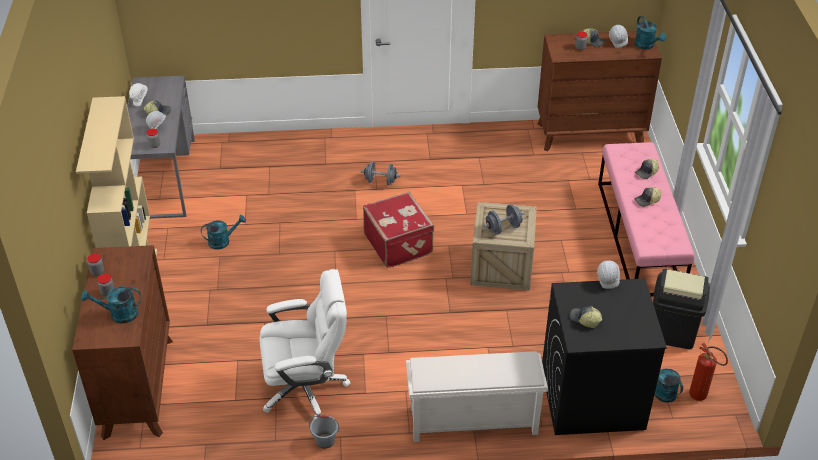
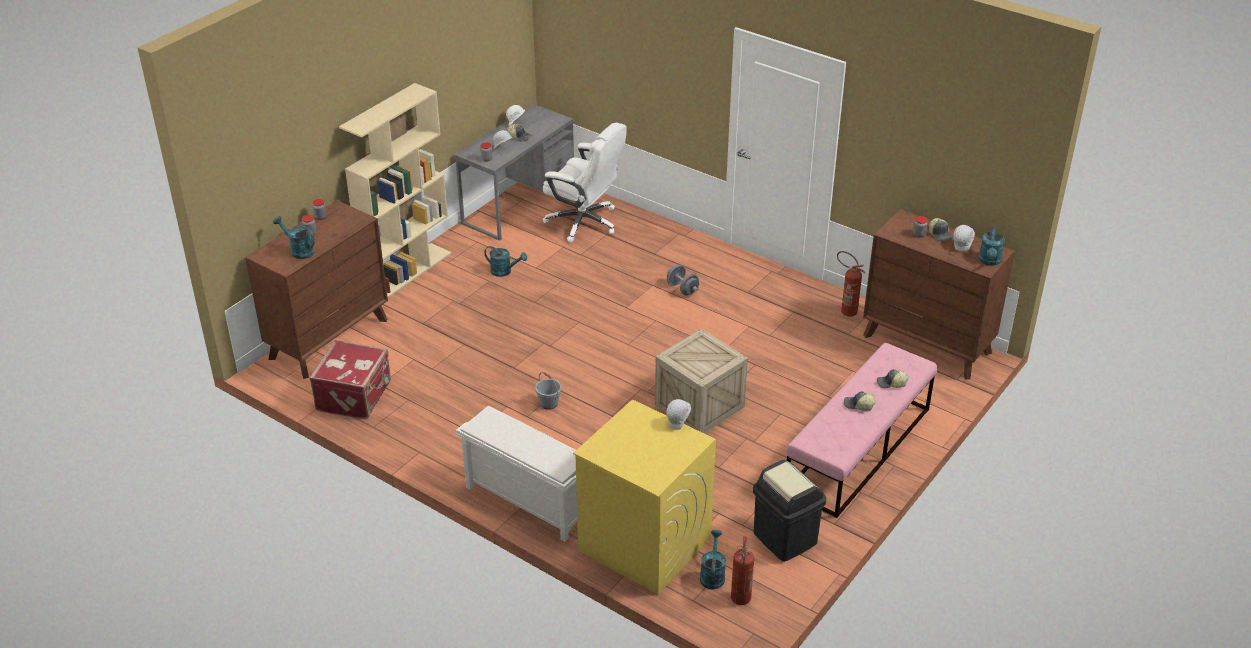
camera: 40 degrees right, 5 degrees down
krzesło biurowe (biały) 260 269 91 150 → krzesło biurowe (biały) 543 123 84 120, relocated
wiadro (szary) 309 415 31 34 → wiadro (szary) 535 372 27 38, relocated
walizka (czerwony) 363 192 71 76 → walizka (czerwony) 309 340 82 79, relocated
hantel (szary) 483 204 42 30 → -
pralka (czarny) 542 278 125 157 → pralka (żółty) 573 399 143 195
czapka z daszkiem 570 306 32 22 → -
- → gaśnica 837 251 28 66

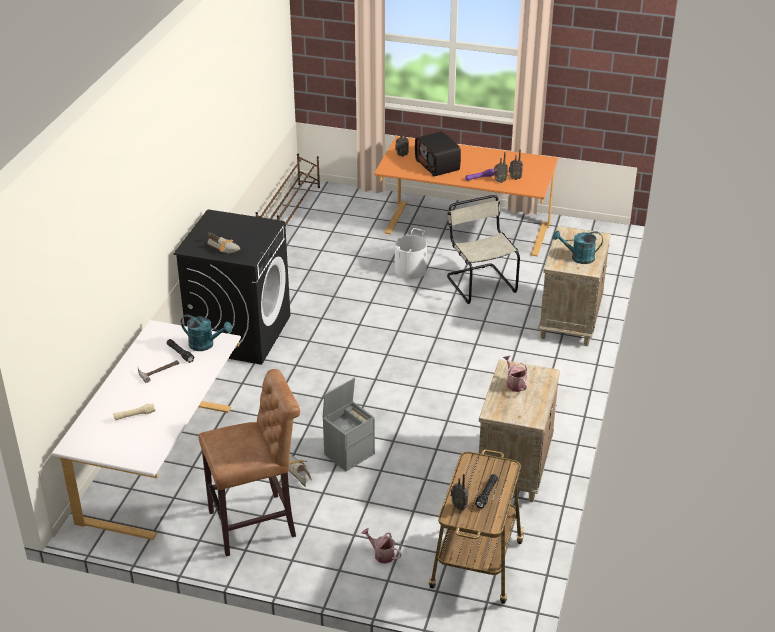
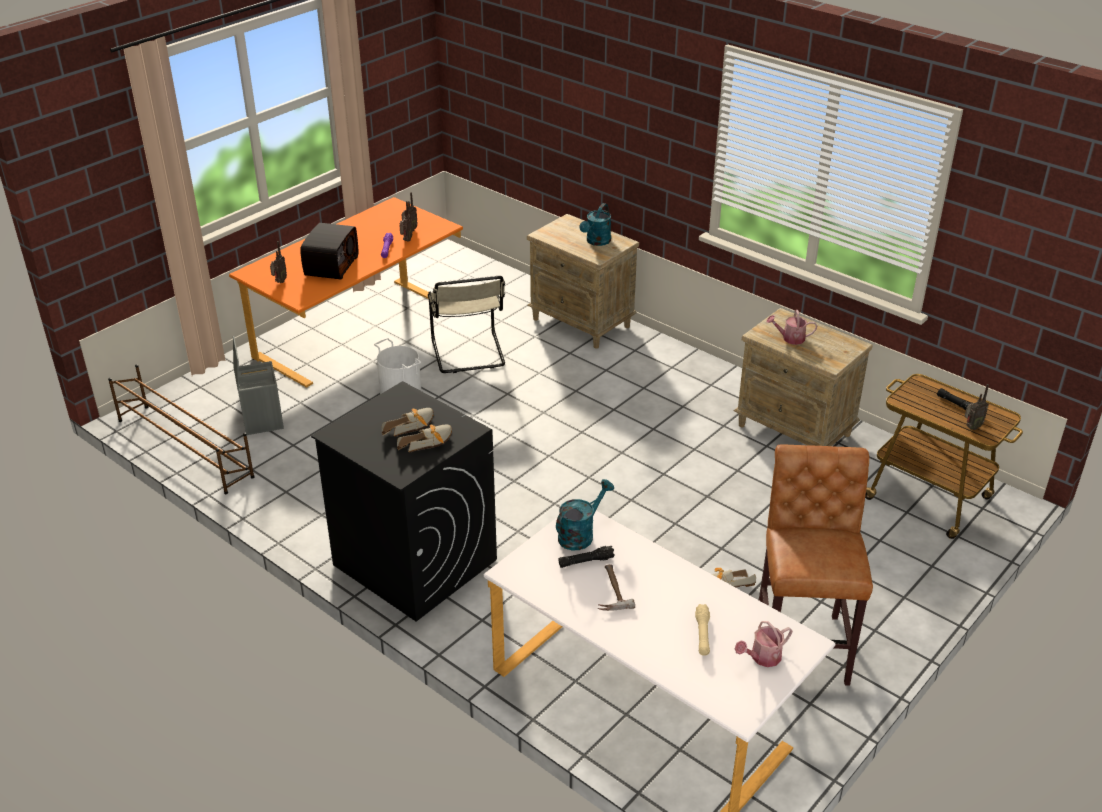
camera: 65 degrees left, 0 degrees up
pojemnik do przechowywania (szary) 323 377 52 94 → pojemnik do przechowywania (szary) 233 336 51 99, relocated
konewka 361 528 41 36 → konewka 735 621 58 46, relocated
radio 415 132 46 44 → radio 300 223 58 56, 75 degrees counterclockwise
krzesło (beżowy) 447 195 73 109 → krzesło (beżowy) 428 276 77 97, 105 degrees counterclockwise
- → but 382 408 52 29

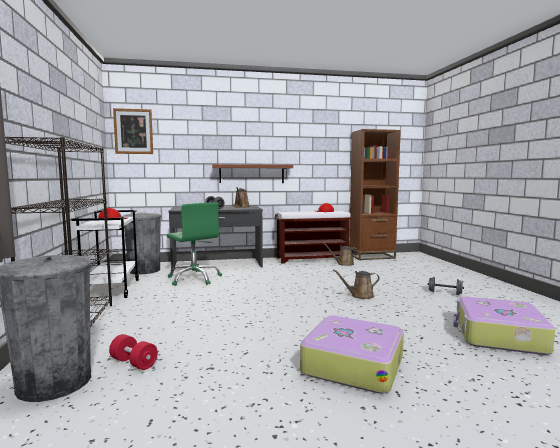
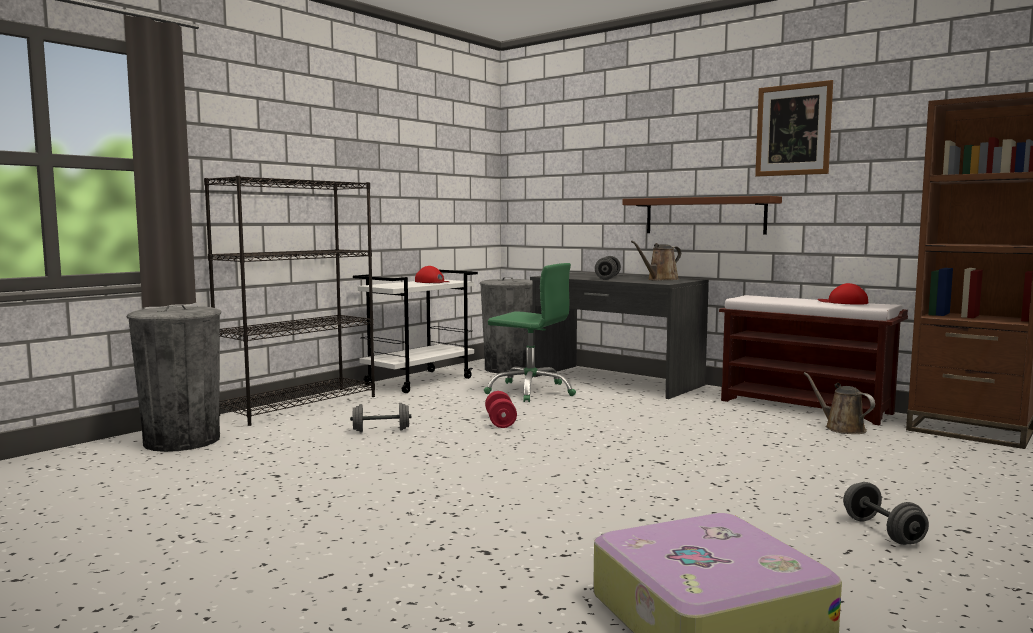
camera: 50 degrees right, 0 degrees up
hantel (czerwony) 109 334 49 36 → hantel (czerwony) 485 391 32 37, relocated
obraz 113 108 40 46 → obraz 755 80 78 97, relocated
krzesło biurowe (zielony) 167 202 55 84 → krzesło biurowe (zielony) 484 263 92 139, 75 degrees counterclockwise
walizka 300 316 104 78 → -
konewka (brązowy) 333 270 47 29 → -
- → hantel (szary) 350 403 61 30

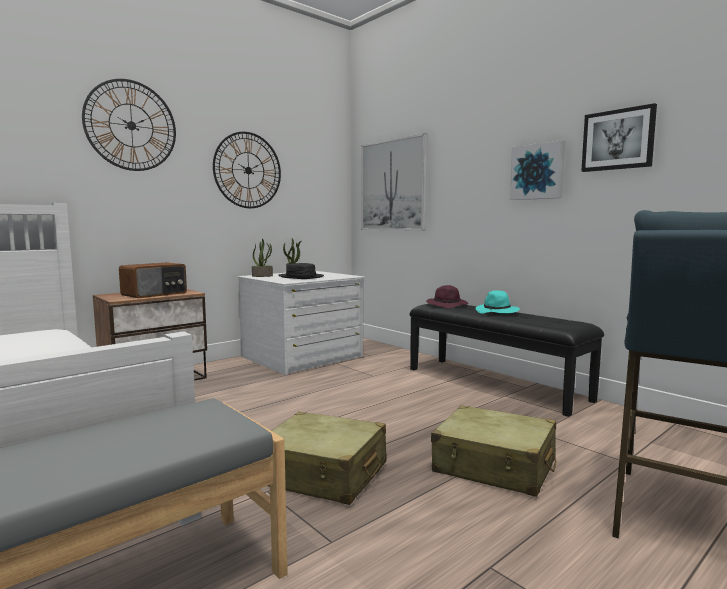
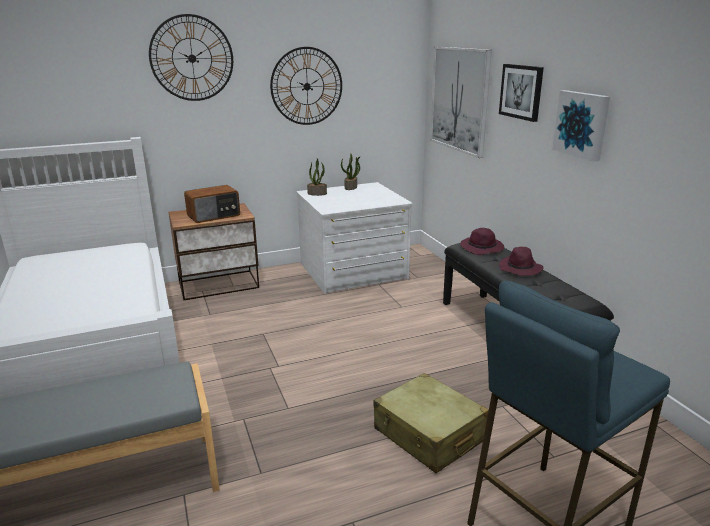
camera: 20 degrees right, 15 degrees up
walizka (beżowy) 268 412 119 93 → -
kapelusz (czarny) 278 263 46 16 → -
kapelusz (turkusowy) 475 290 45 24 → kapelusz (fioletowy) 499 247 45 29
obraz 581 103 76 69 → obraz 499 64 45 58, relocated

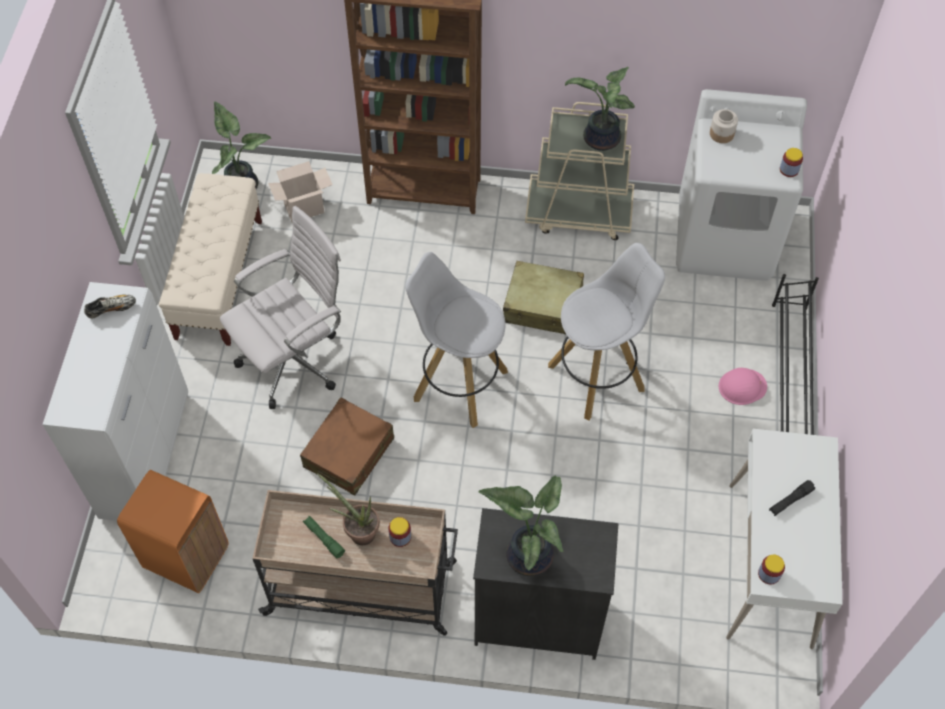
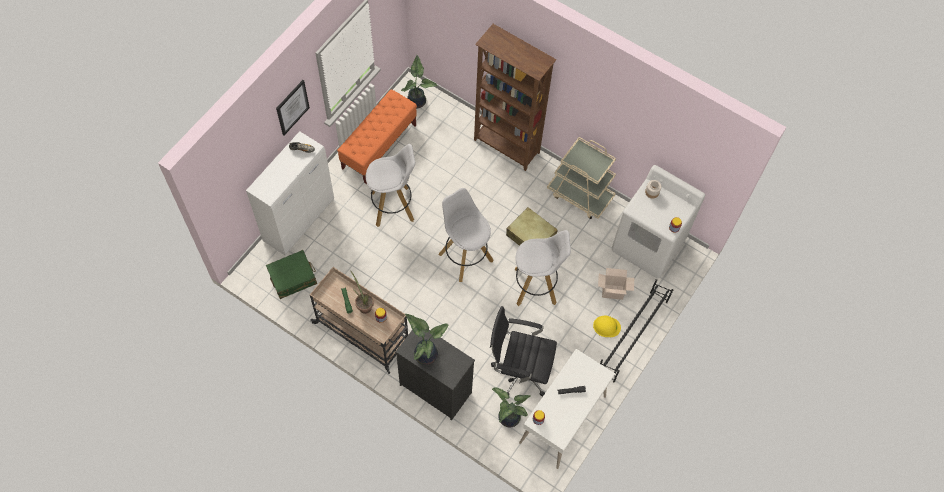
camera: 25 degrees right, 5 degrees up
kosz na śmieci (pomarańczowy) 117 470 112 123 → walizka (zielony) 266 250 51 49
ławka (beżowy) 159 173 103 173 → ławka (pomarańczowy) 337 90 80 94
krzesło biurowe (biały) 220 206 121 203 → stołek (biały) 366 144 49 83
karton 268 161 65 62 → karton 598 268 36 32, relocated
walizka (brązowy) 300 397 94 98 → -
roślina doniczkowa 565 67 70 84 → roślina doniczkowa 492 388 39 40, relocated
kask (różowy) 719 368 48 37 → kask (żółty) 593 316 28 21
- → obraz 276 80 34 55
- → krzesło biurowe (czarny) 490 306 67 90

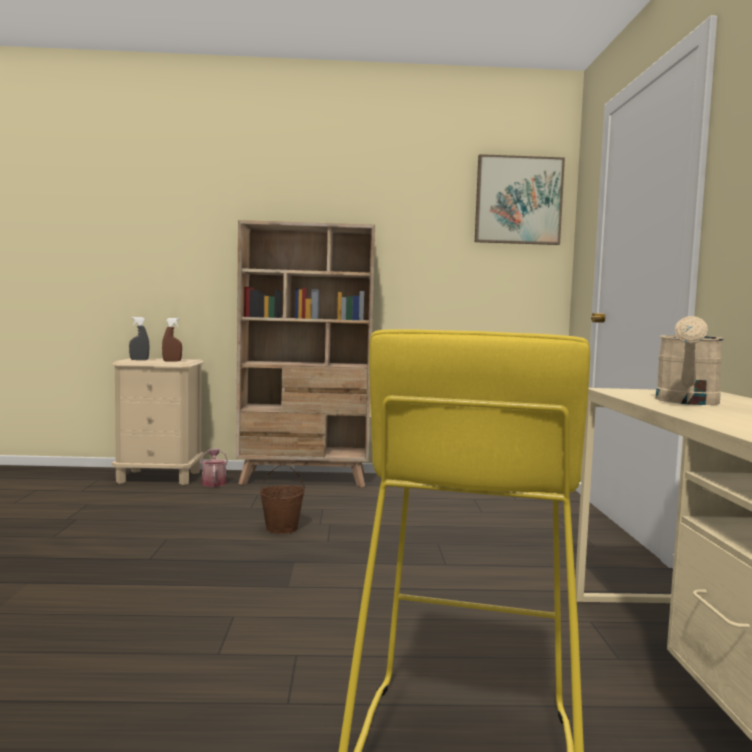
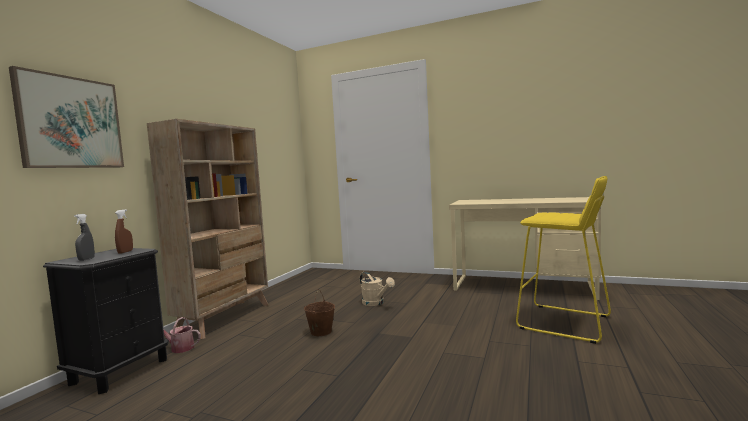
camera: 65 degrees left, 0 degrees up
szafka nocna (beżowy) 112 358 92 127 → szafka nocna (czarny) 43 248 126 146
obraz 475 154 90 91 → obraz 9 66 115 102, relocated
konewka (beżowy) 655 316 69 89 → konewka (beżowy) 360 272 35 34, relocated

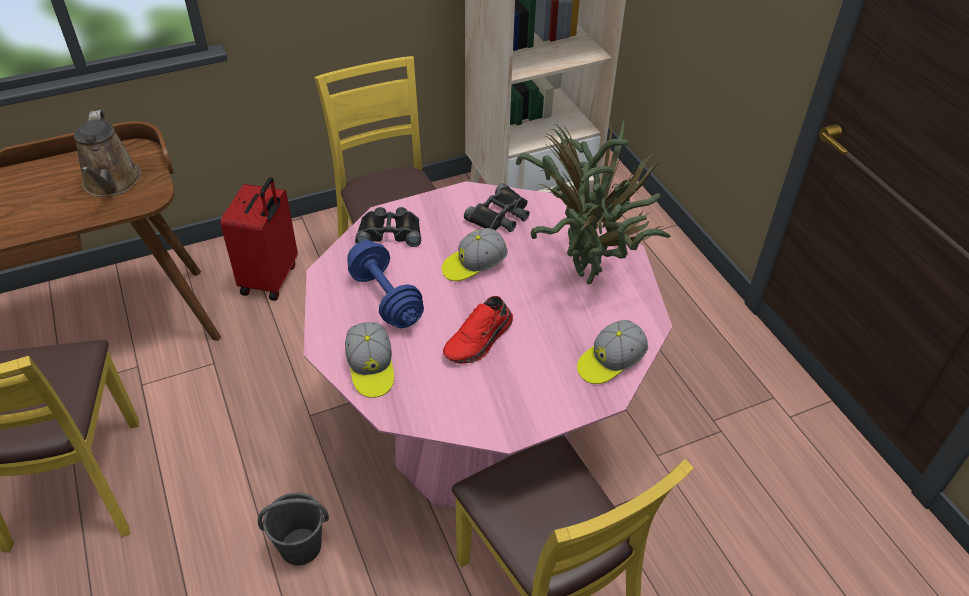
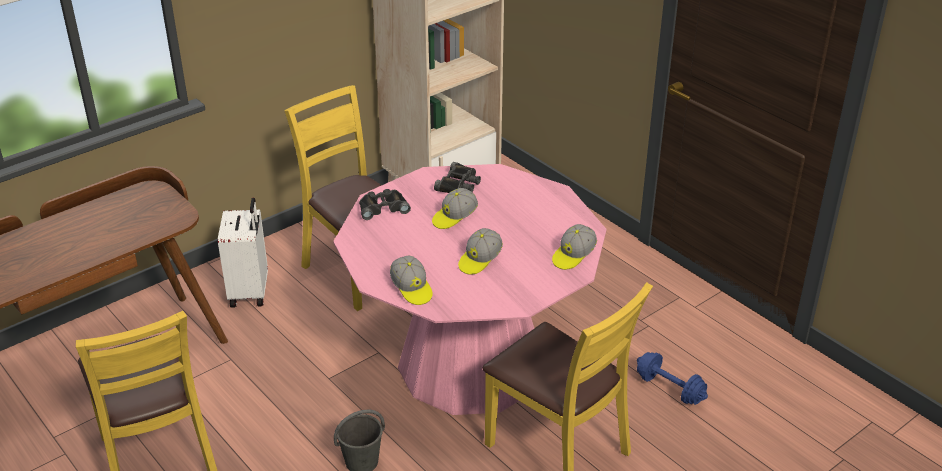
camera: 15 degrees left, 10 degrees down
konewka (brązowy) 74 110 67 87 → -
walizka (czerwony) 220 177 78 124 → walizka (biały) 218 198 50 110
hantel (niebieski) 347 240 77 88 → hantel (niebieski) 637 352 71 53, relocated
but (czerwony) 443 296 70 68 → czapka z daszkiem 458 228 45 47
roślina doniczkowa 516 120 154 164 → -

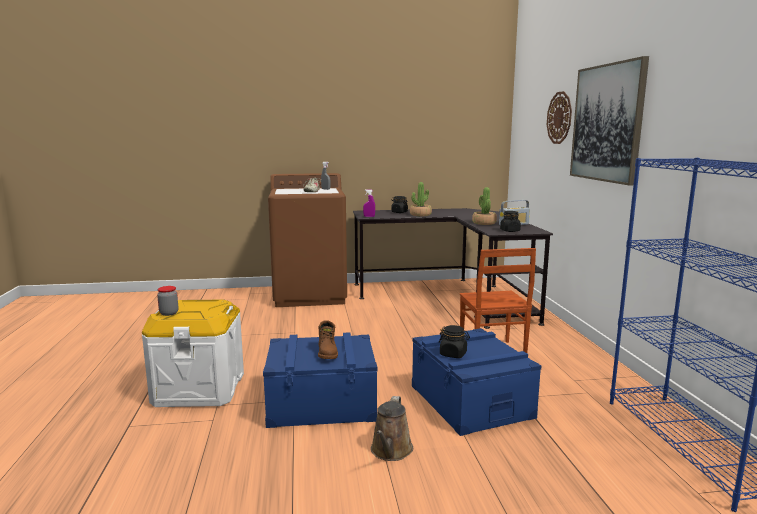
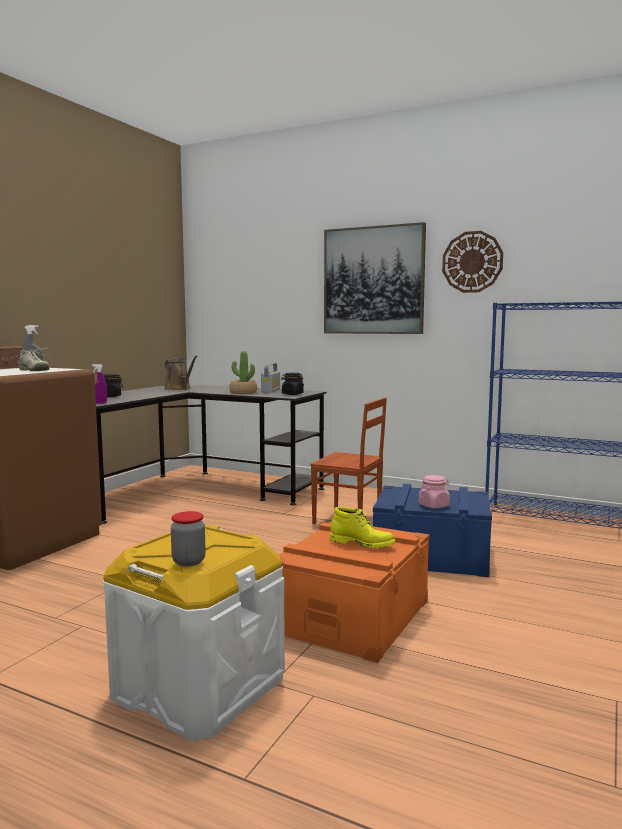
camera: 55 degrees left, 5 degrees down
pojemnik do przechowywania (niebieski) 263 332 114 96 → pojemnik do przechowywania (pomarańczowy) 279 521 150 142
but z cholewką (brązowy) 318 320 20 39 → but z cholewką (żółty) 330 507 65 41
konewka (brązowy) 371 396 42 65 → konewka (brązowy) 164 355 34 35, relocated
roślina doniczkowa 410 182 22 34 → -
słoik (czarny) 438 325 32 33 → słoik (różowy) 419 475 31 33
zegar ścienny 547 91 25 53 → zegar ścienny 442 231 61 62, relocated

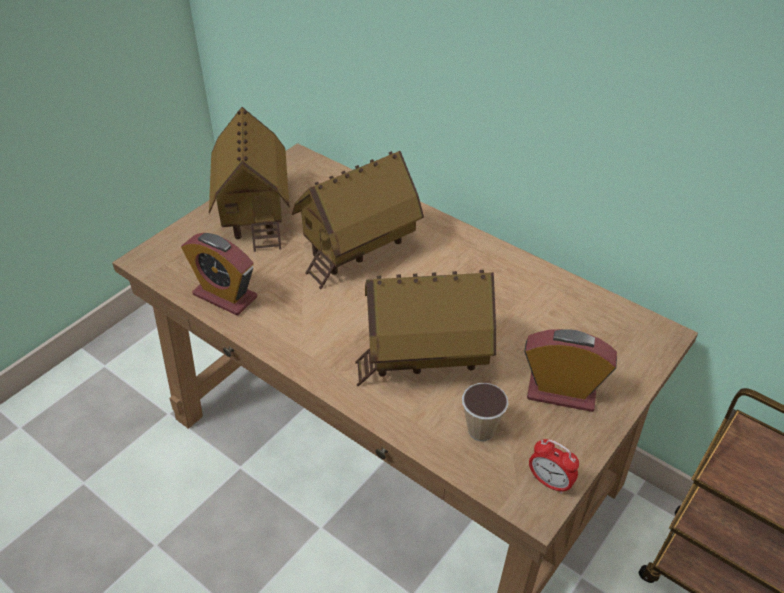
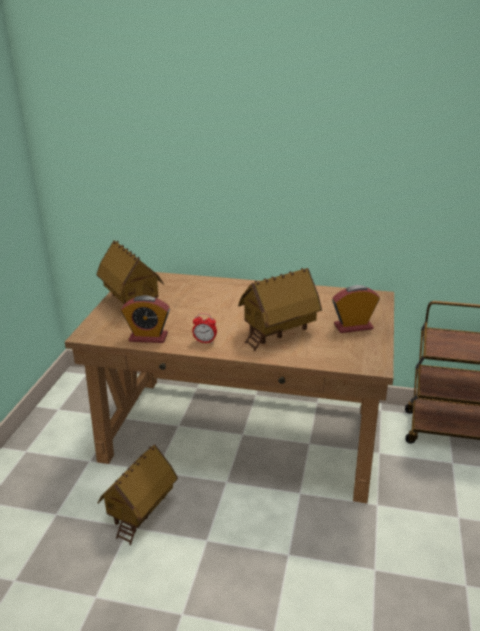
camera: 25 degrees left, 15 degrees down
domek 292 151 132 138 → domek 98 444 80 101, relocated
filiżanka 462 383 47 58 → -
budzik 529 439 50 55 → budzik 192 313 25 30, relocated

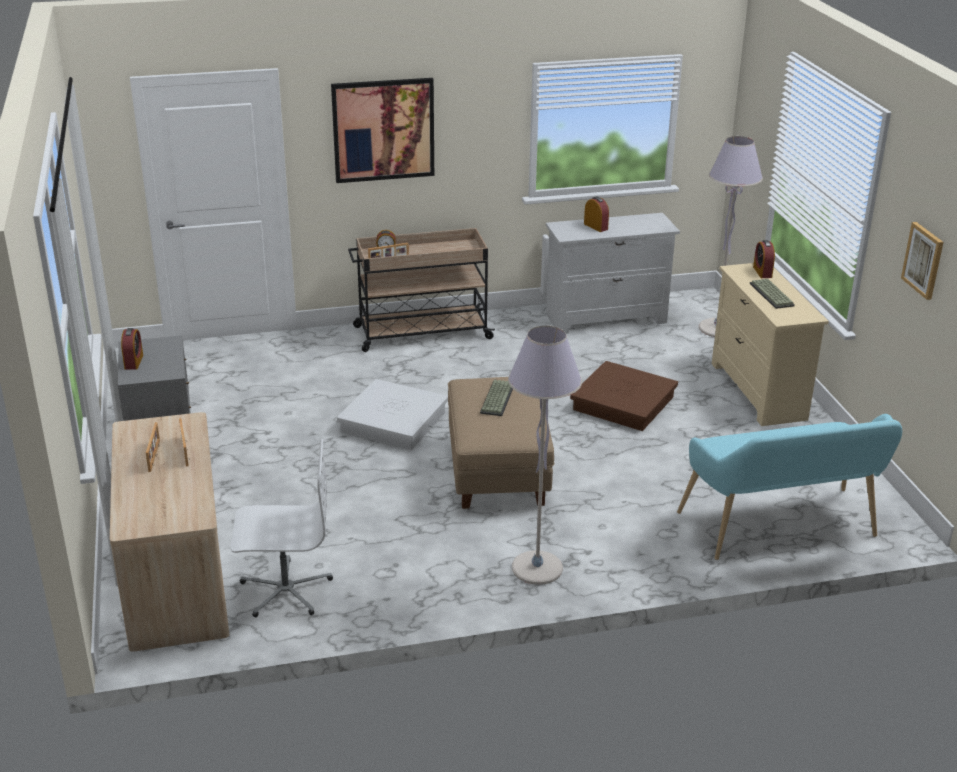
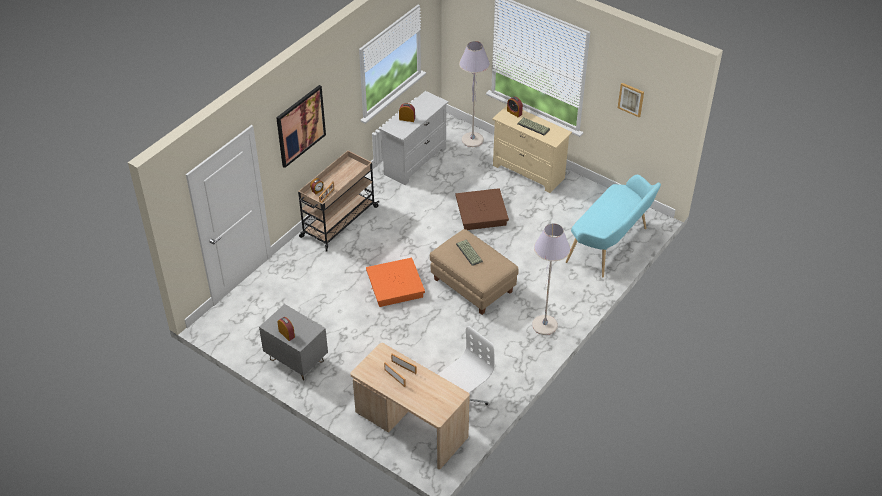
camera: 40 degrees left, 15 degrees up
pojemnik do przechowywania (biały) 337 379 111 71 → pojemnik do przechowywania (pomarańczowy) 366 258 59 49

